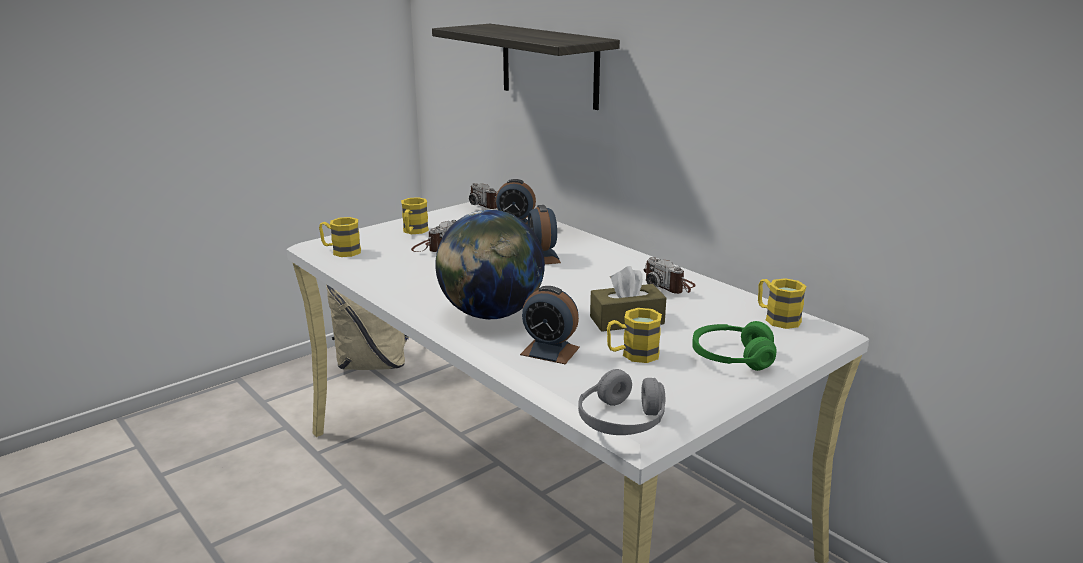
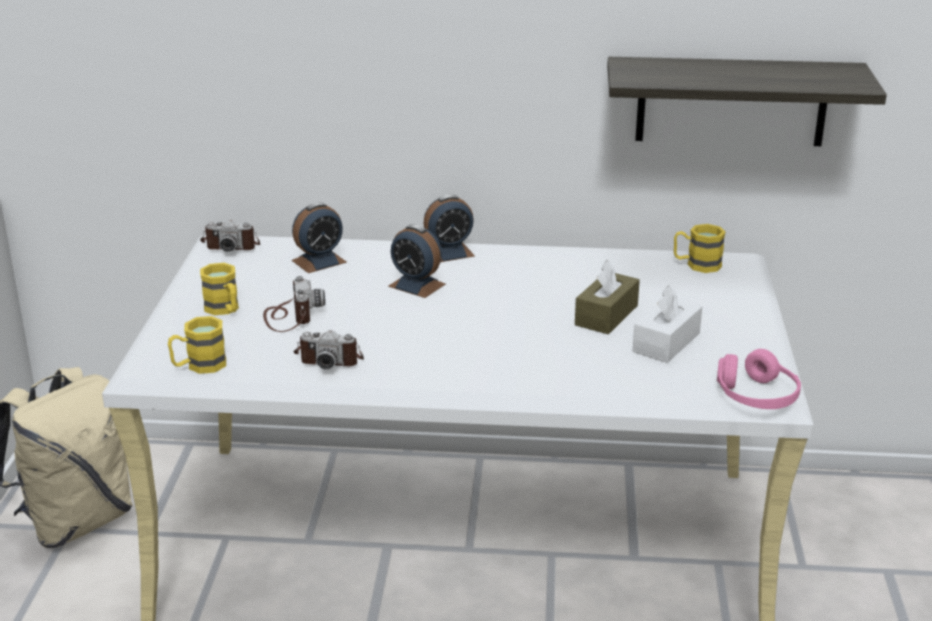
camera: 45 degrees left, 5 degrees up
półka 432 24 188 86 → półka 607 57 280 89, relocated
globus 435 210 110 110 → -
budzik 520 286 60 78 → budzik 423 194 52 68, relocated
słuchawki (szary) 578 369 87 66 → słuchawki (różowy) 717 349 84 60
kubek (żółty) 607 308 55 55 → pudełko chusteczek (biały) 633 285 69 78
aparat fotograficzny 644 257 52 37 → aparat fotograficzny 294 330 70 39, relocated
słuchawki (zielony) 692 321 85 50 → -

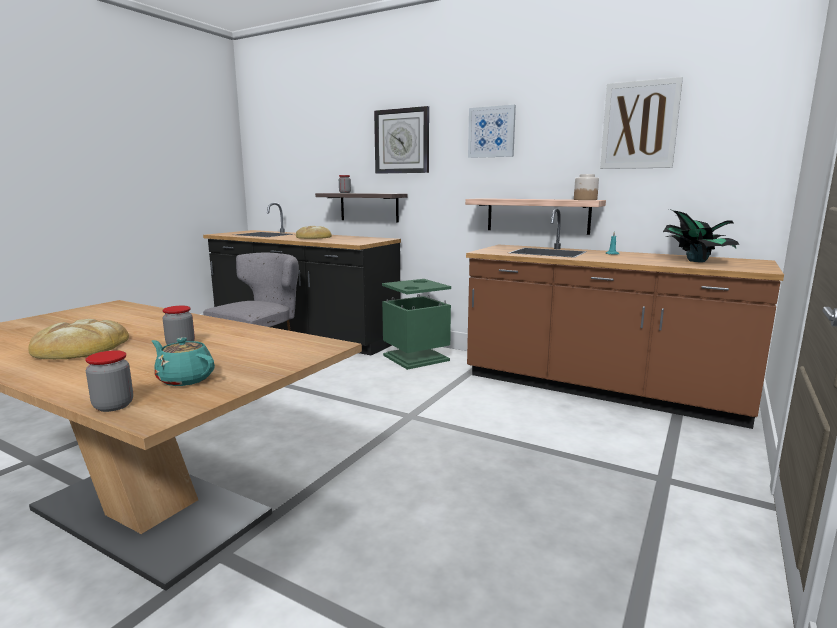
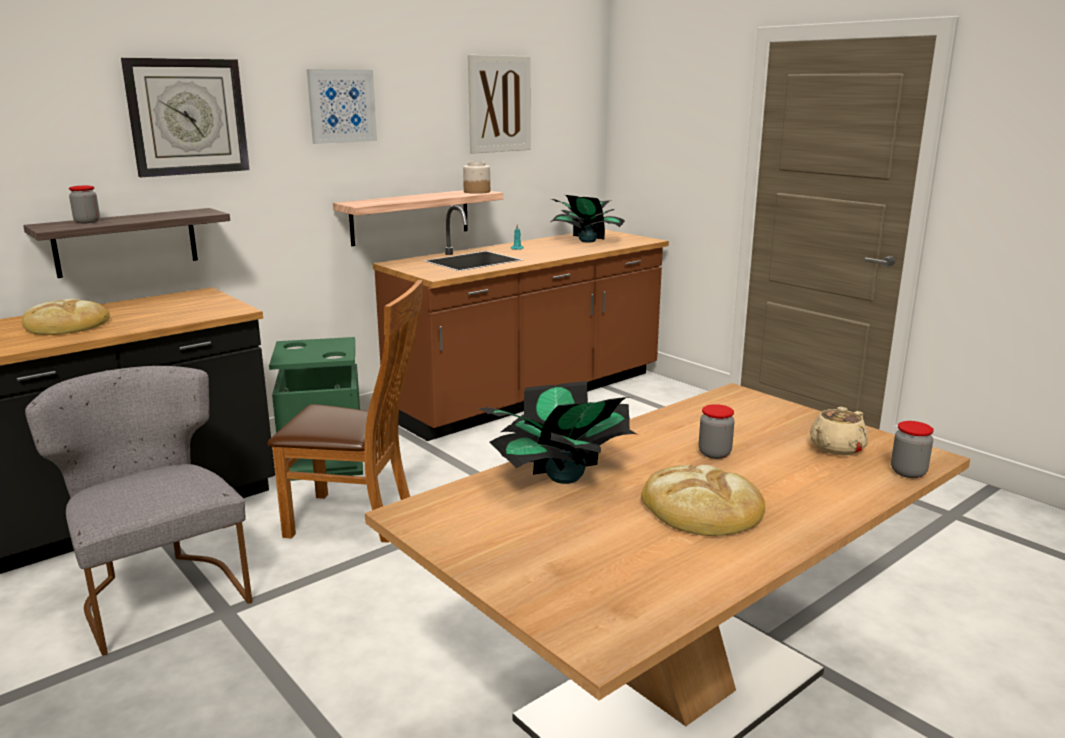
camera: 70 degrees left, 5 degrees up
imbryk (turkusowy) 152 337 63 49 → imbryk (beżowy) 810 407 58 48
- → krzesło (brązowy) 267 280 156 263
- → roślina doniczkowa 479 381 157 103

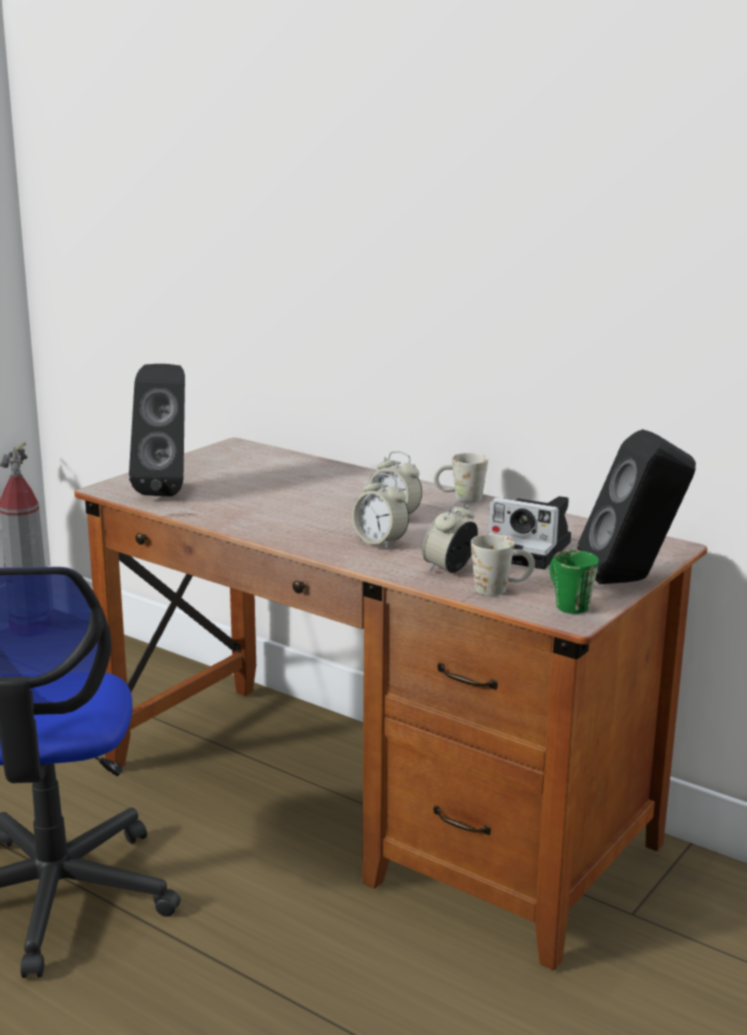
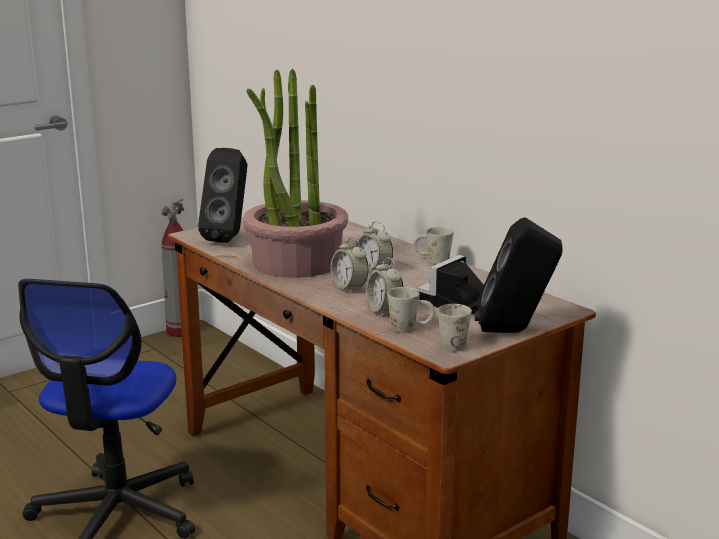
camera: 15 degrees right, 0 degrees up
budzik 423 500 55 73 → budzik 366 257 37 60, 75 degrees counterclockwise
aparat fotograficzny 489 496 82 73 → aparat fotograficzny 416 255 68 60, 90 degrees clockwise
kubek (zielony) 550 550 49 64 → kubek (biały) 438 304 34 48
- → roślina doniczkowa 243 69 105 209

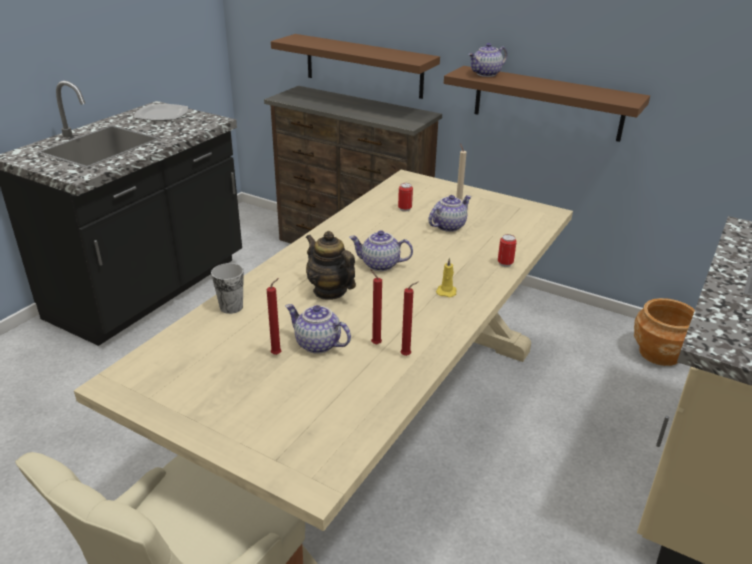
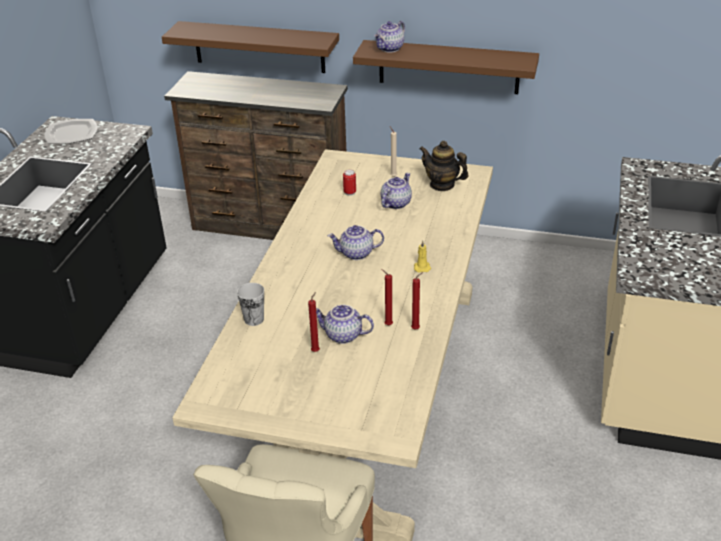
camera: 15 degrees left, 5 degrees up
imbryk 306 231 50 69 → imbryk 420 141 49 50, relocated
puszka 498 234 19 33 → -
donica (brązowy) 634 298 61 68 → -

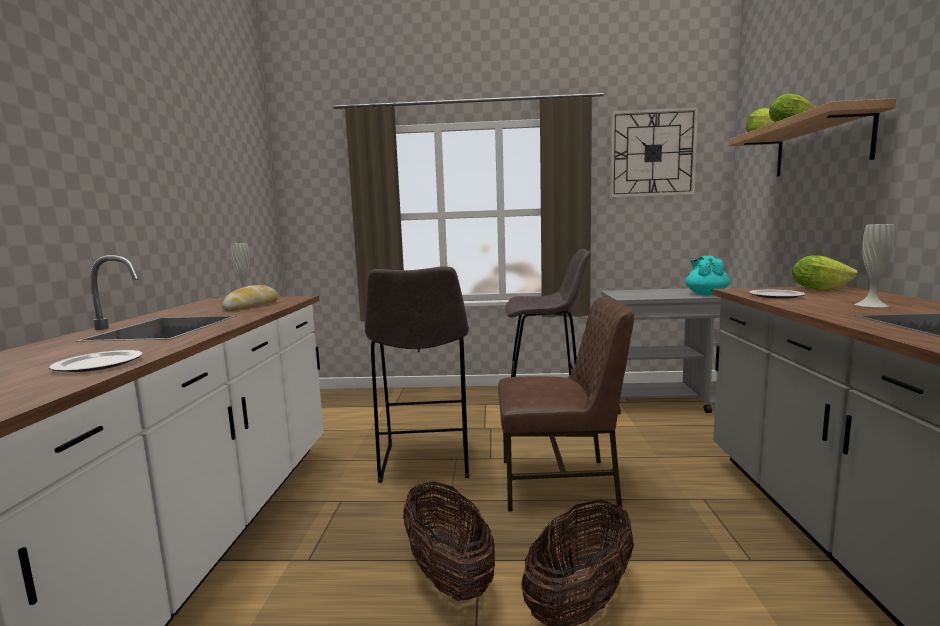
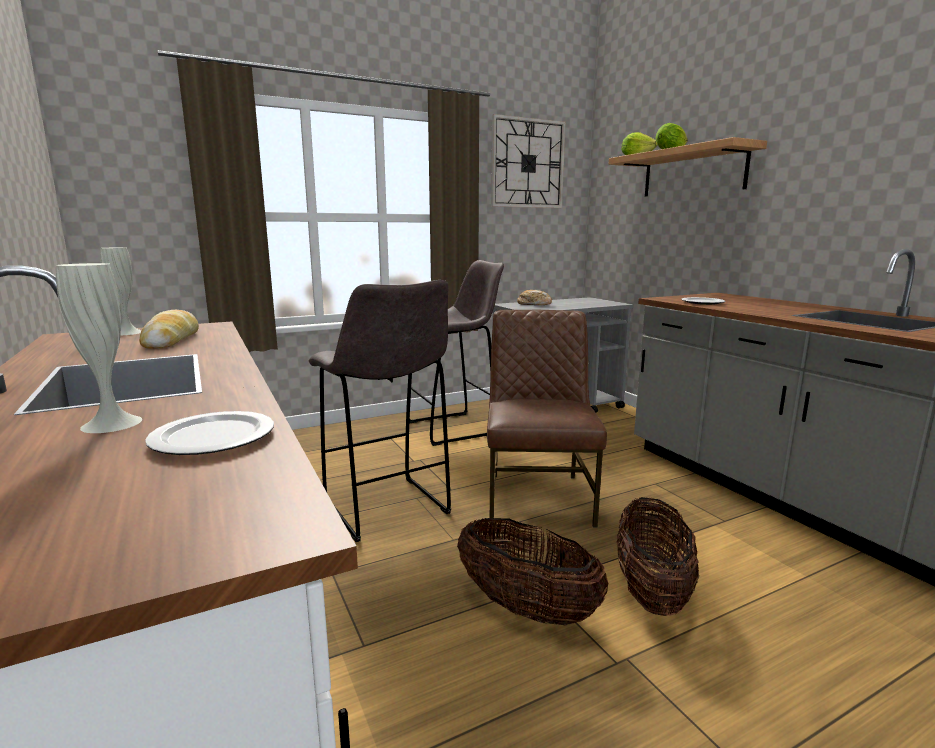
camera: 30 degrees left, 5 degrees up
krzesło (brązowy) 498 297 136 214 → krzesło (brązowy) 487 310 120 218, 60 degrees counterclockwise
imbryk (turkusowy) 685 256 45 39 → -
sałata 792 255 66 35 → -
wazon (biały) 855 224 40 83 → wazon (biały) 56 263 86 170, relocated
- → chleb 517 290 35 15

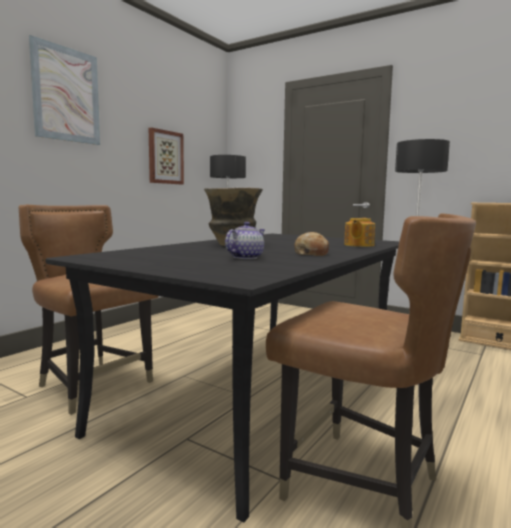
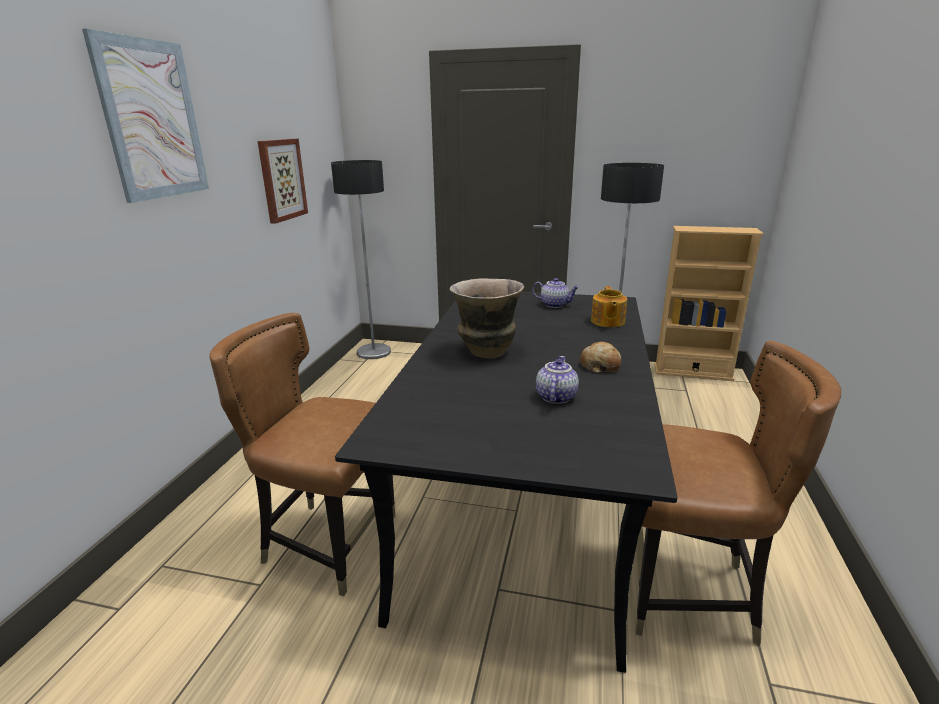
camera: 20 degrees left, 15 degrees up
- → imbryk 532 278 48 30

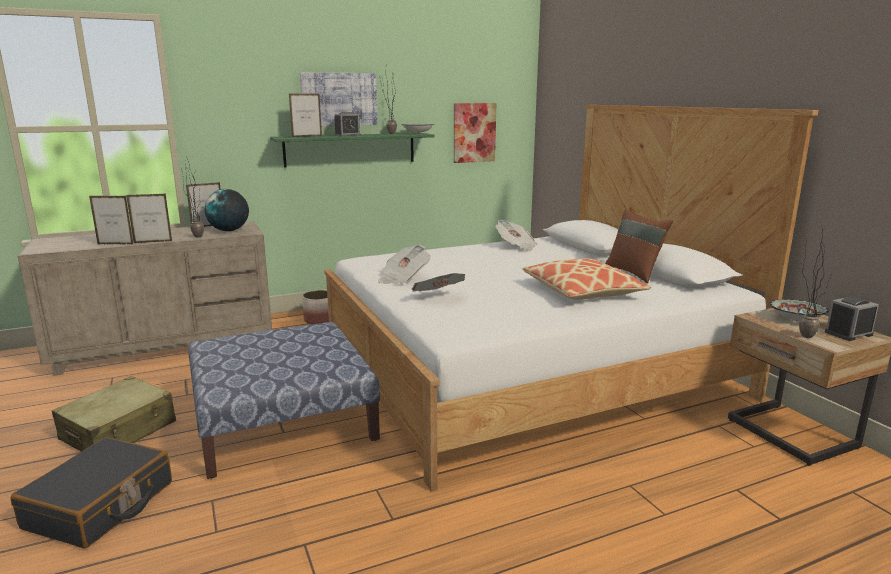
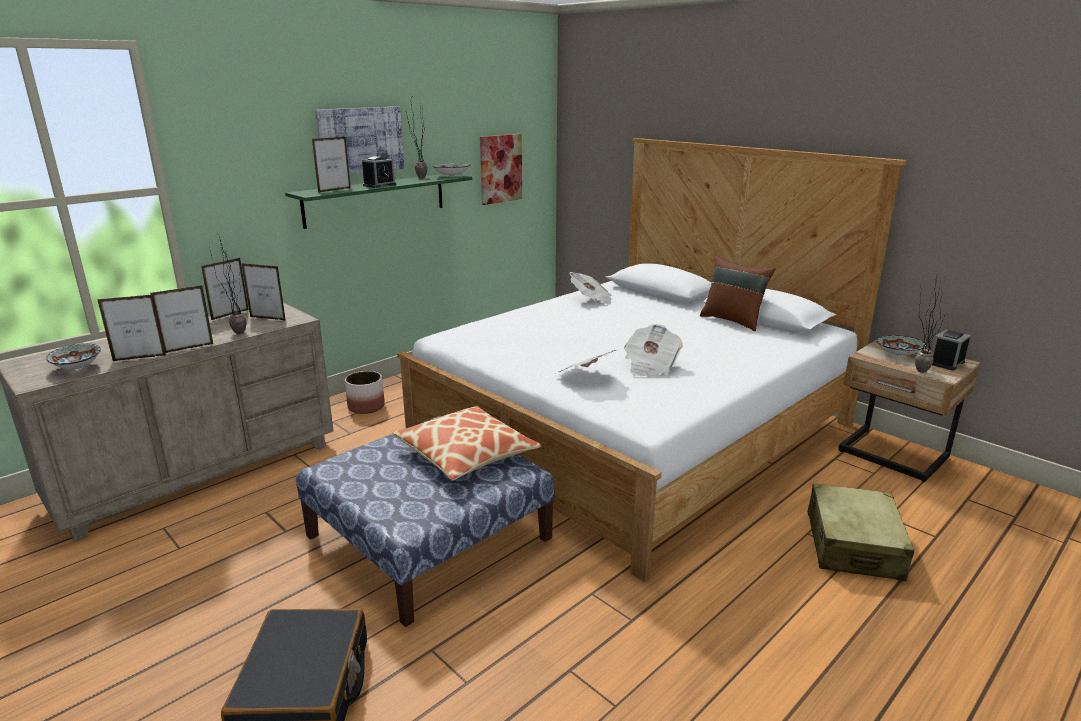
camera: 20 degrees left, 5 degrees up
walizka (beżowy) 51 376 125 76 → walizka (beżowy) 807 483 108 98, relocated
globus 204 189 45 42 → ramka na zdjęcie 241 263 45 58
gazeta 378 245 53 39 → gazeta 624 324 59 52, relocated
poduszka 522 258 129 42 → poduszka 392 406 150 74, relocated
- → miska 46 343 55 26

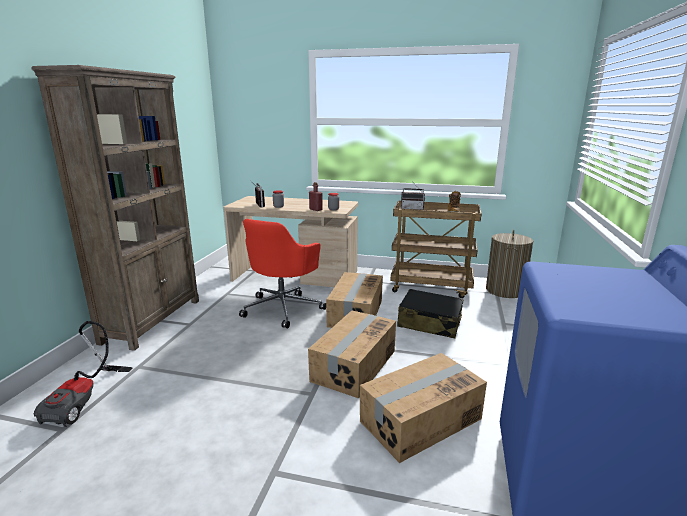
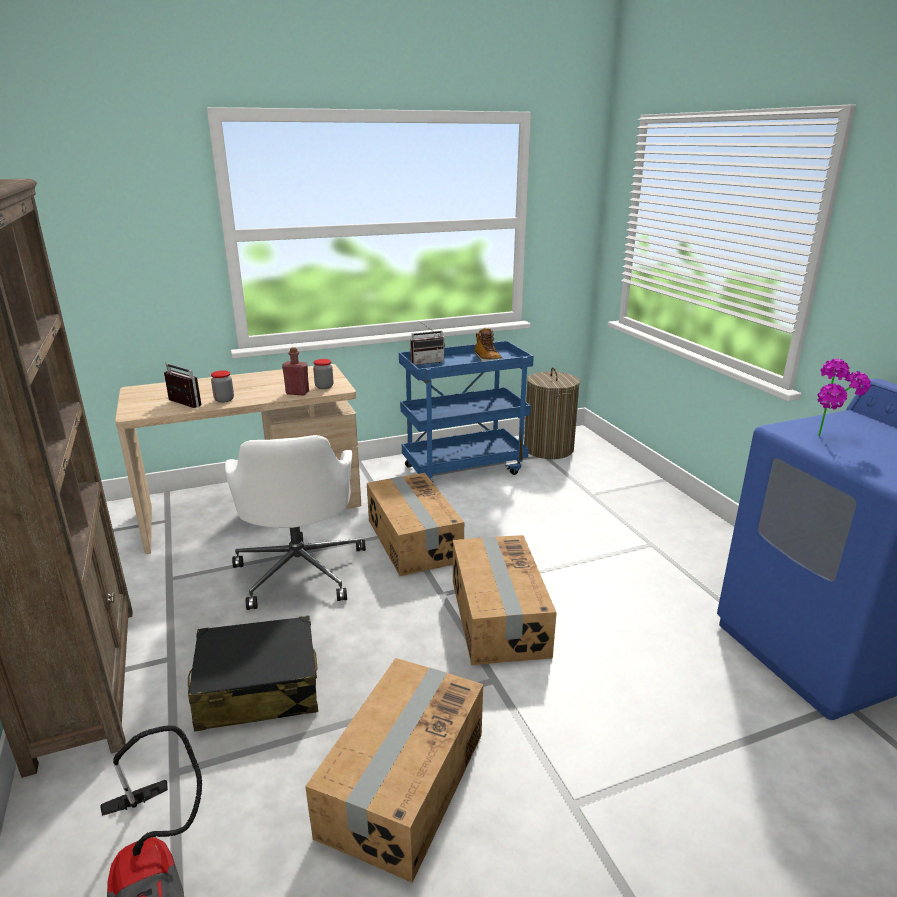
camera: 35 degrees left, 5 degrees up
krzesło biurowe (czerwony) 239 219 87 109 → krzesło biurowe (biały) 225 435 141 175
karton 360 353 127 110 → karton 305 658 178 225, relocated
wózek (brązowy) 390 200 91 98 → wózek (niebieski) 399 341 135 141
walizka (czarny) 397 289 67 49 → walizka (czarny) 188 616 130 116, relocated
- → roślina doniczkowa 817 359 54 77

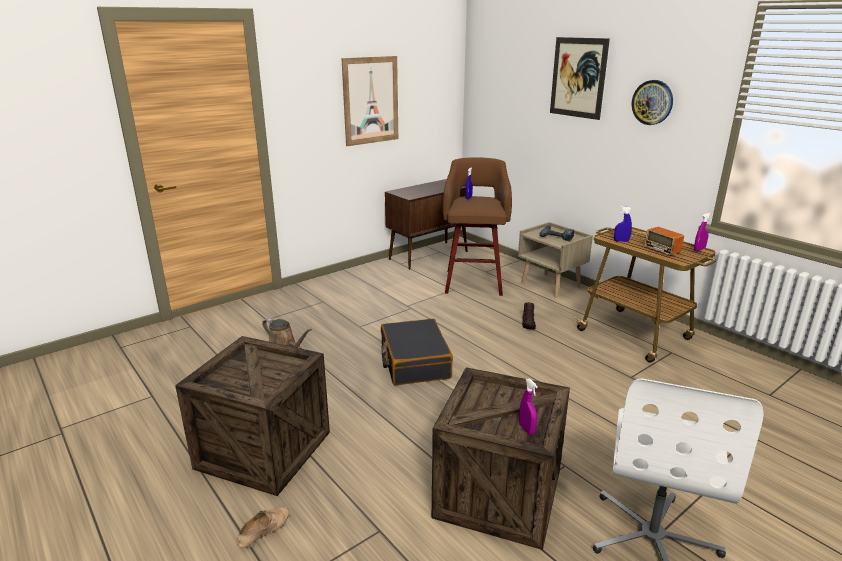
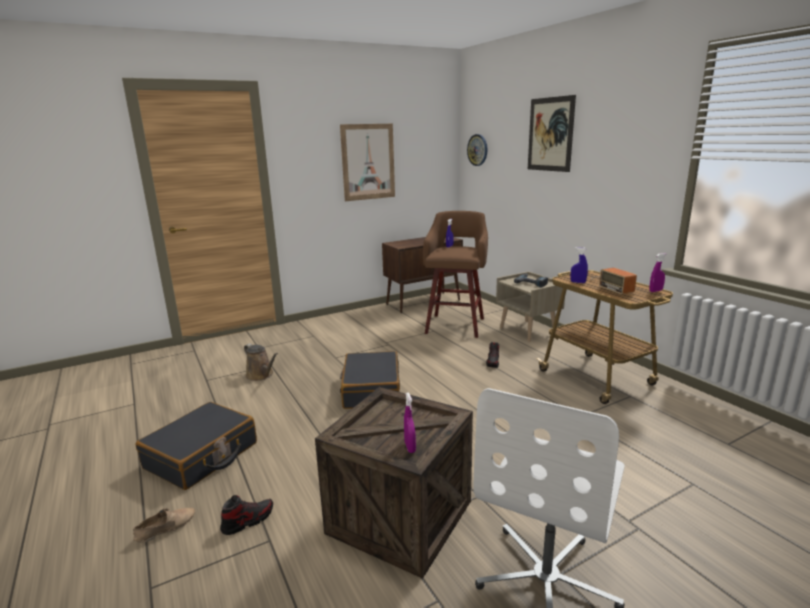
camera: 10 degrees right, 5 degrees down
skrzynka 175 336 155 160 → walizka (czarny) 136 402 121 88
zegar ścienny 631 80 42 45 → zegar ścienny 467 134 20 32, relocated
- → but 220 495 53 40

